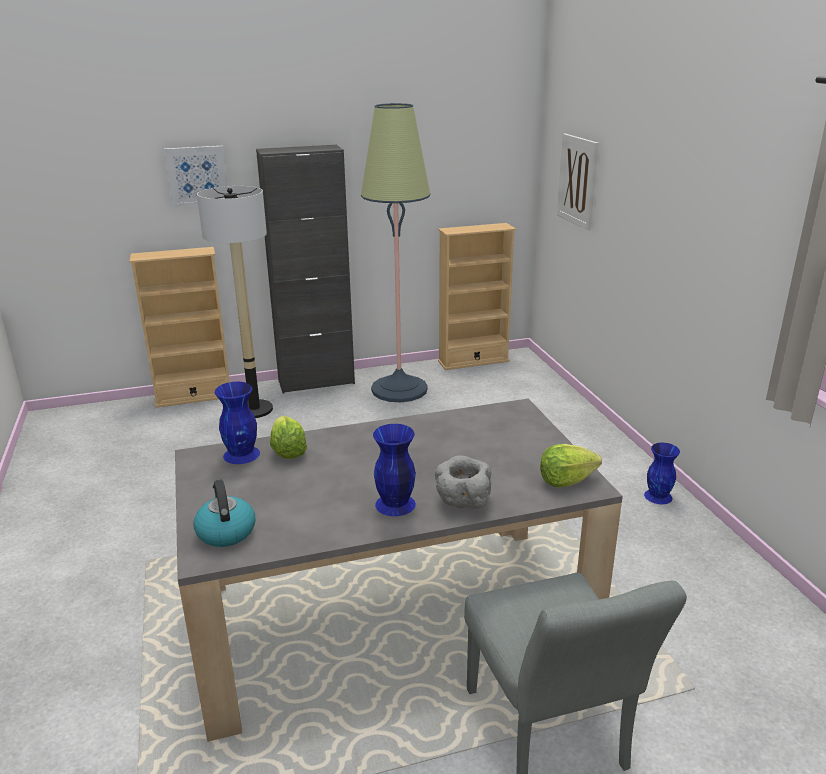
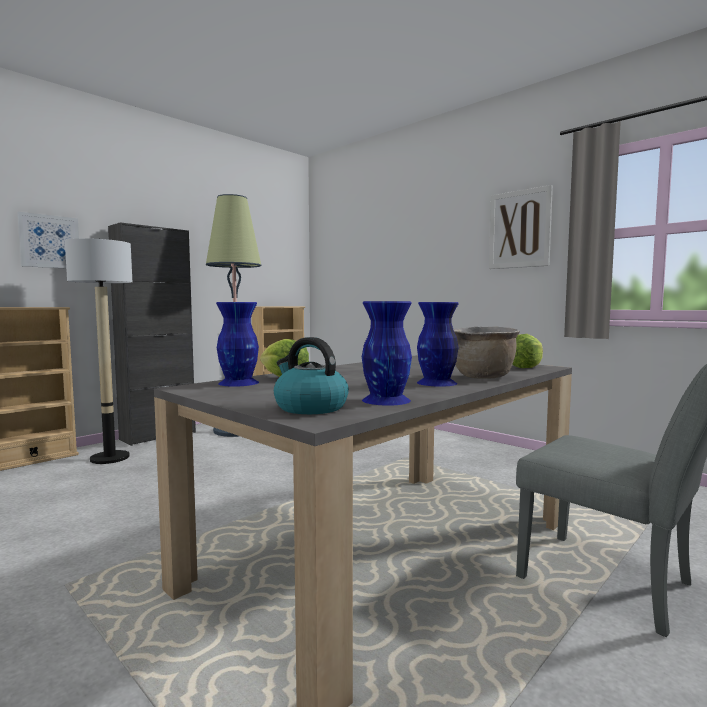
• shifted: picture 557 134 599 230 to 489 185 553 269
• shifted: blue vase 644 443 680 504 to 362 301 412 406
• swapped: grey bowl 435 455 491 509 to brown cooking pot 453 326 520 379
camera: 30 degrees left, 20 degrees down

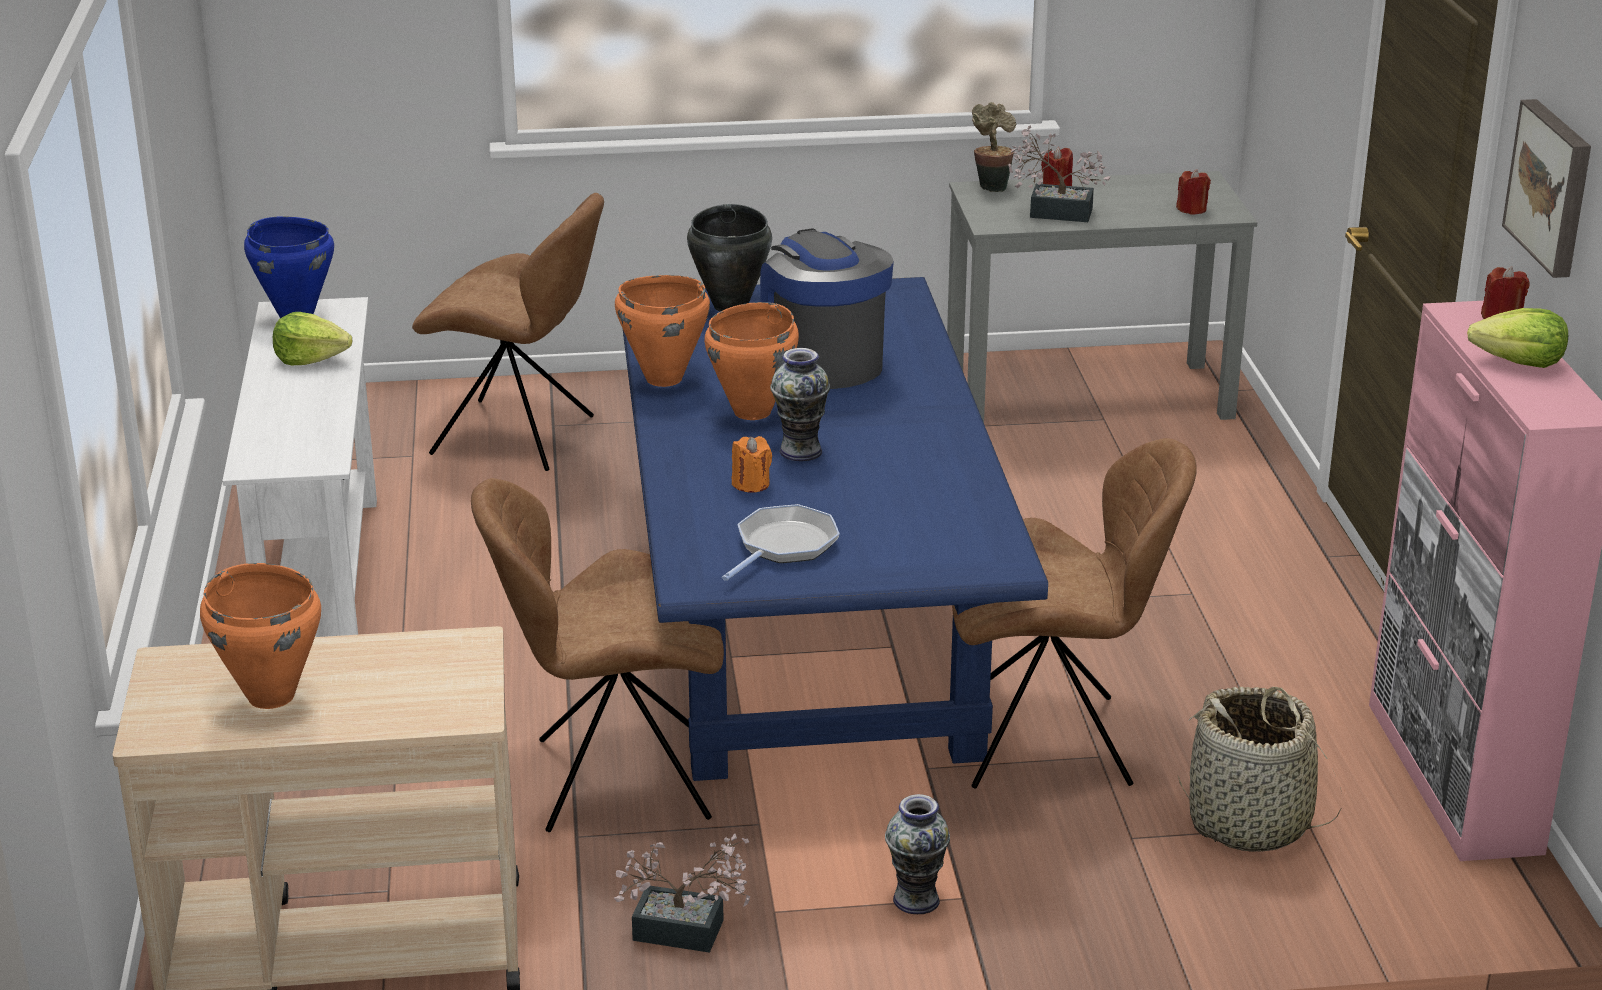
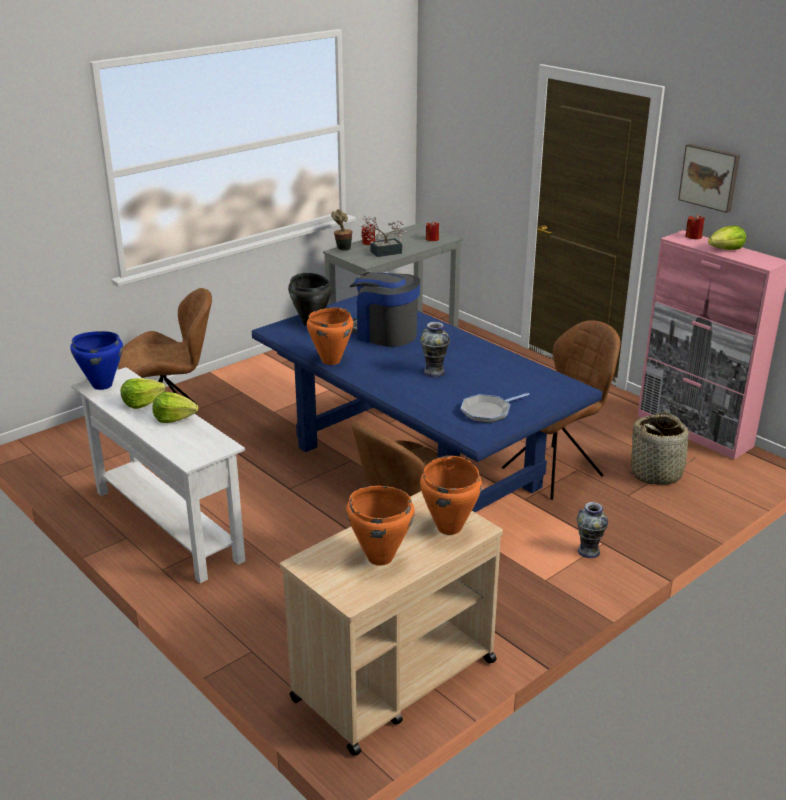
• gone: potted plant 614 834 750 953
• gone: orange candle 732 436 772 493
• new: lettuce 152 392 198 423
• shifted: orange cooking pot 704 302 799 420 to 420 456 482 535
• rotated: frying pan 722 504 840 581 = 461 393 530 423 120 degrees counterclockwise
camera: 35 degrees left, 0 degrees up

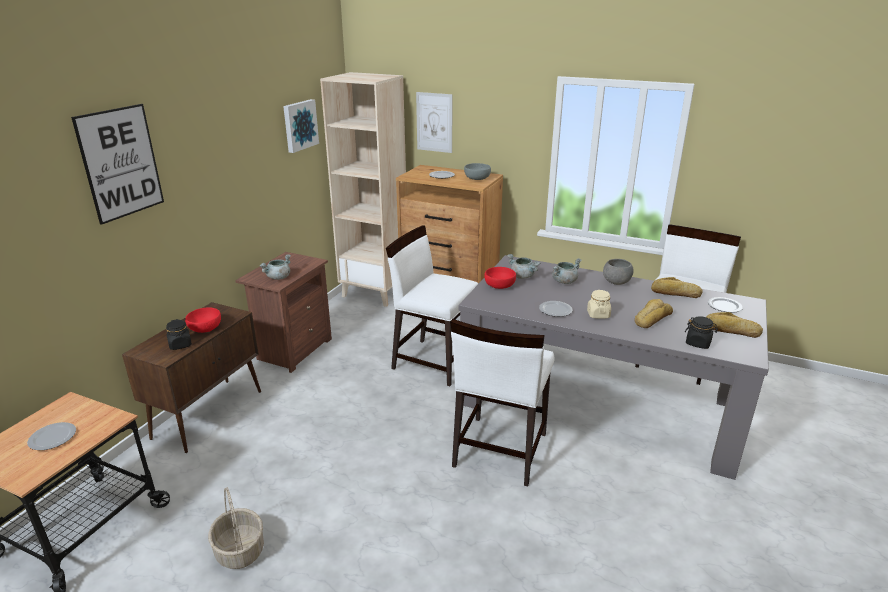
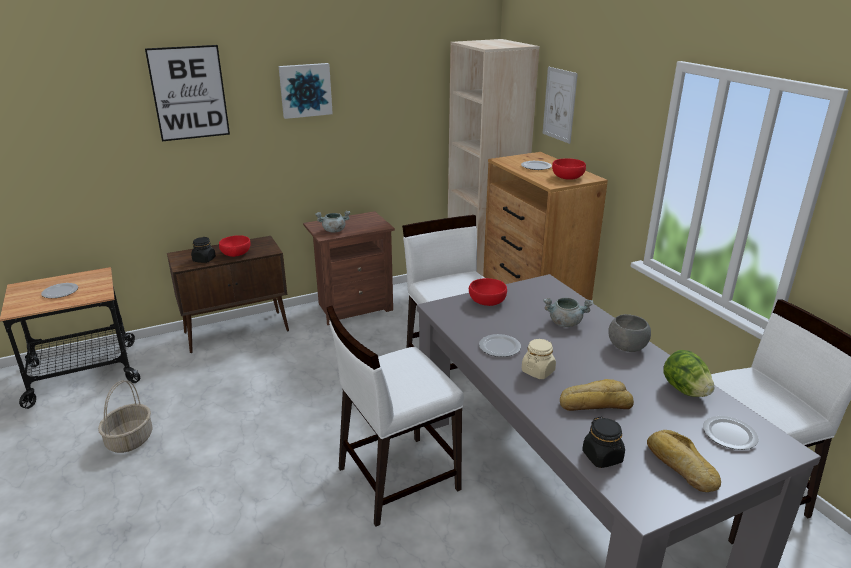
• gone: grey cooking pot 507 254 540 279
• shifted: picture 283 99 319 153 to 279 63 333 119
• swapped: bread 651 277 703 298 to lettuce 664 350 714 397
• repainted: grey bowl 464 163 491 180 to red bowl 552 158 586 180
camera: 40 degrees right, 0 degrees up

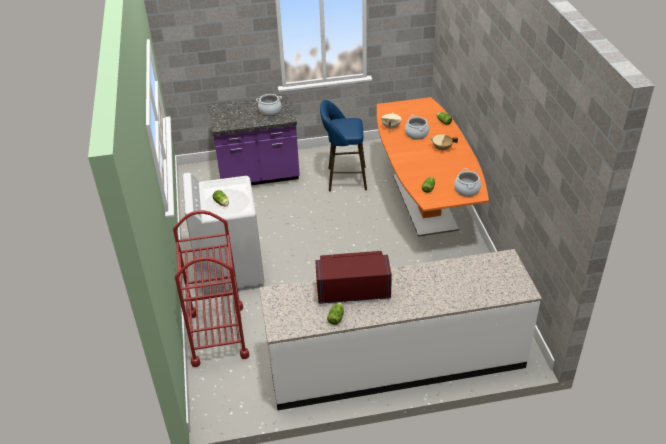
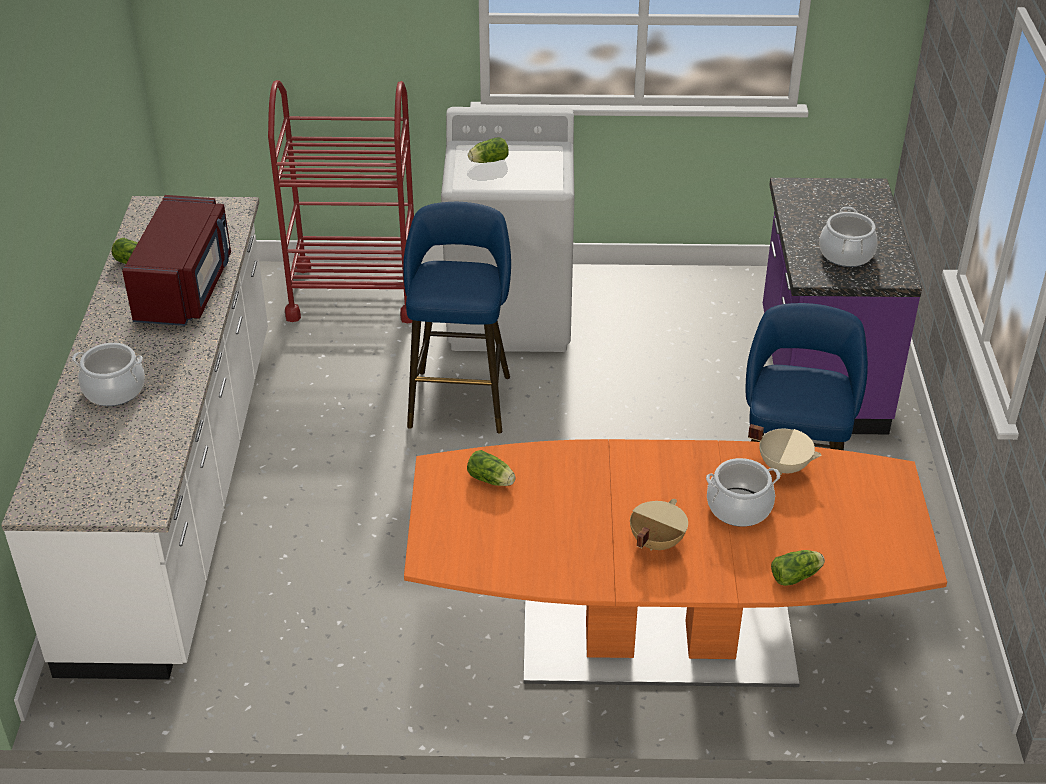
• new: blue stool 403 202 511 434
• shifted: cooking pot 454 168 481 197 to 72 343 145 406
camera: 100 degrees right, 0 degrees up

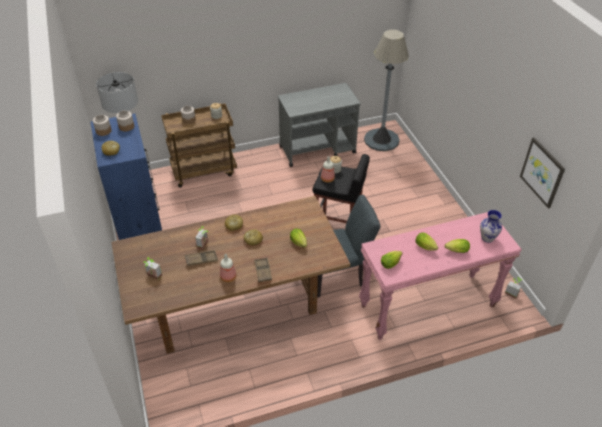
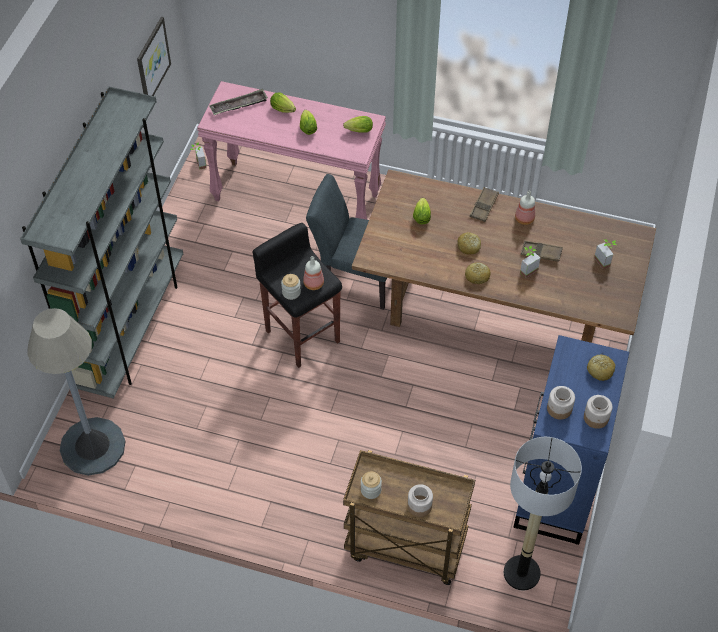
• gone: grey cart 278 83 361 167
• new: grey bookcase 20 87 183 399
• swapped: vase 480 210 502 243 to tray 209 89 268 115
camera: 145 degrees left, 10 degrees up

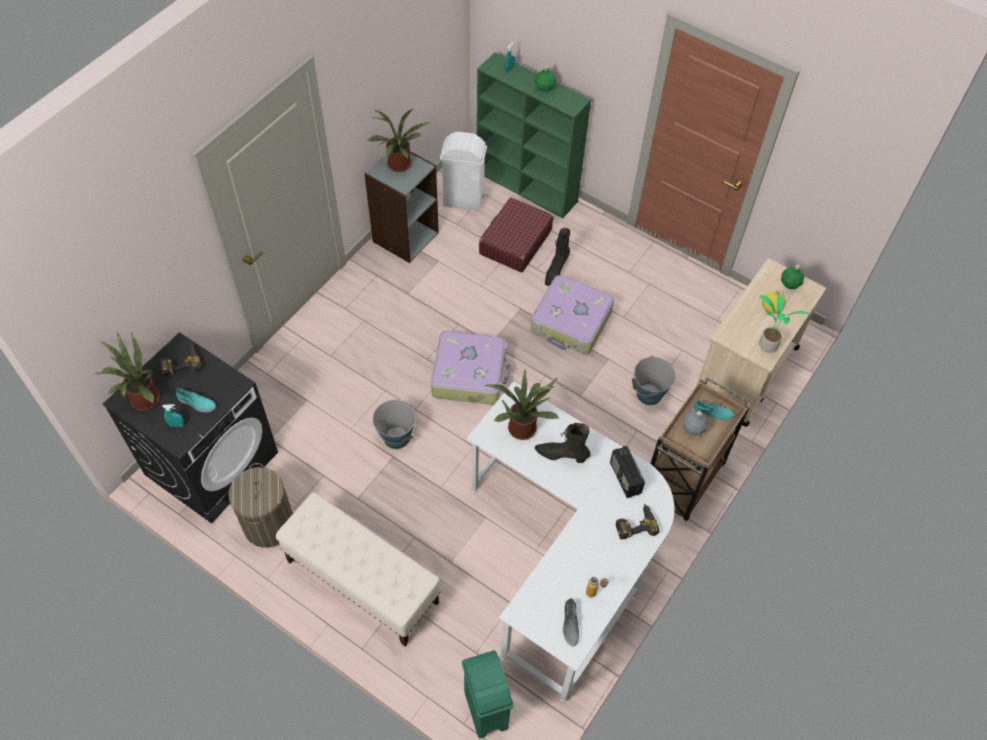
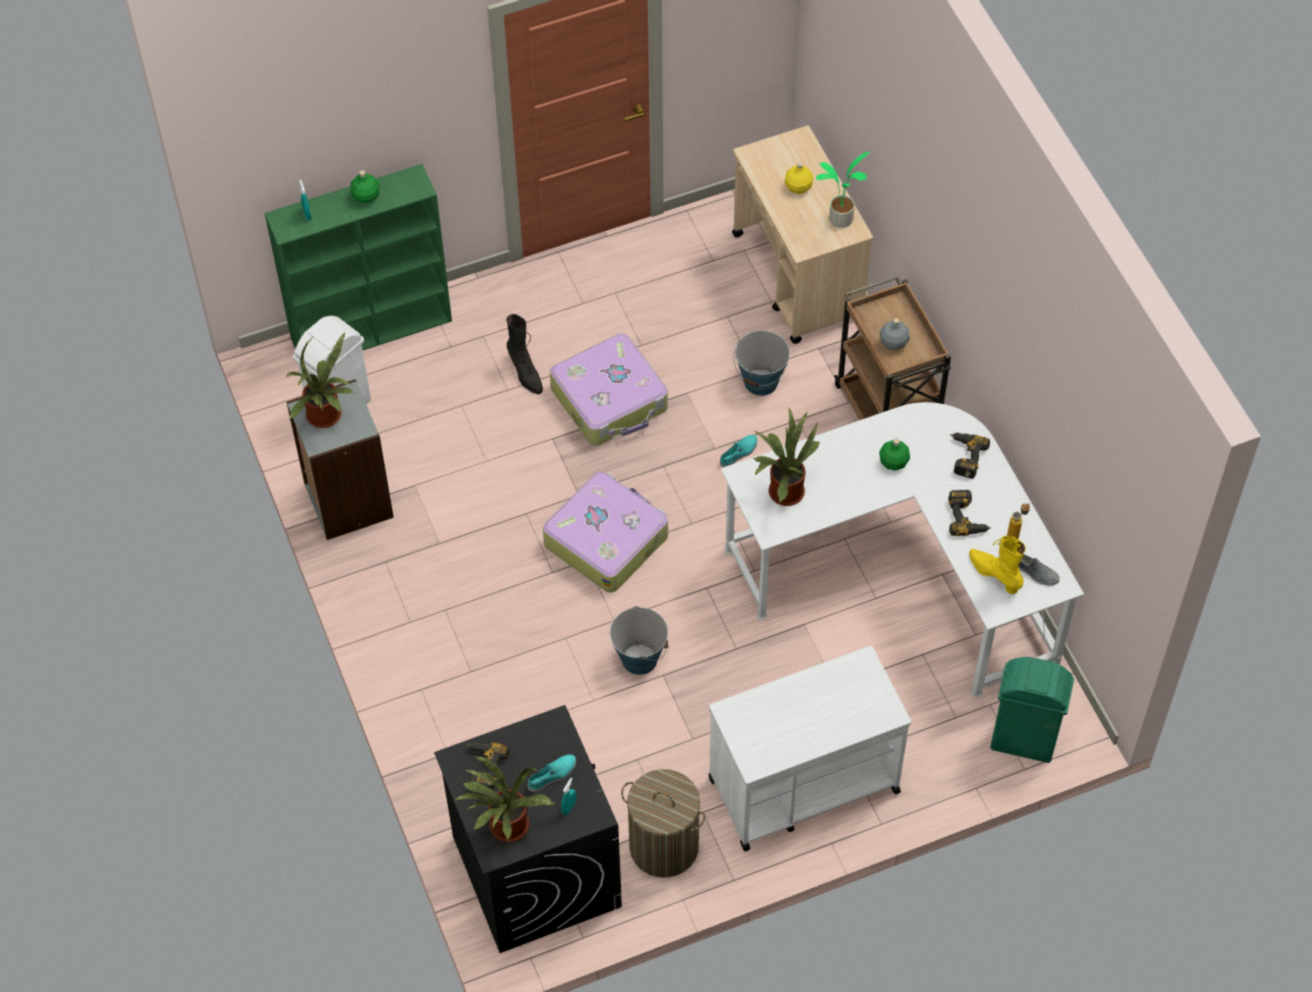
• gone: red suitcase 479 198 553 272
• gone: black boot 535 423 590 463
• gone: radio 610 446 645 498
• new: power drill 948 490 991 536
• new: yellow boot 969 536 1026 594
• shifted: turquoise shoe 693 401 734 421 to 720 435 757 468
• shifted: green bottle 781 265 805 289 to 879 438 910 471
• swapped: beige bench 276 492 440 647 to white cart 708 646 911 851
camera: 55 degrees left, 0 degrees up

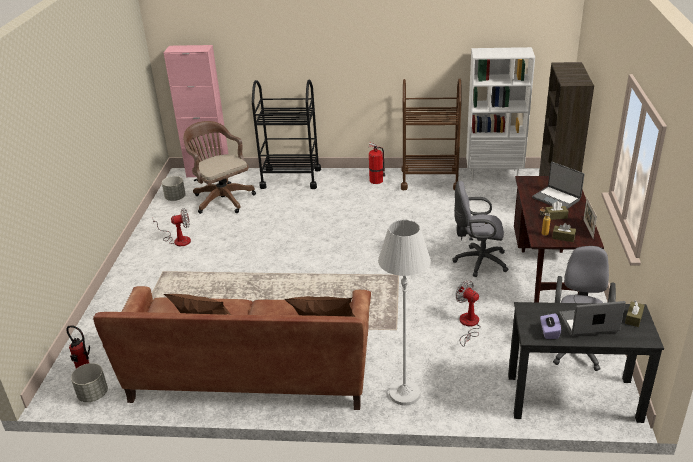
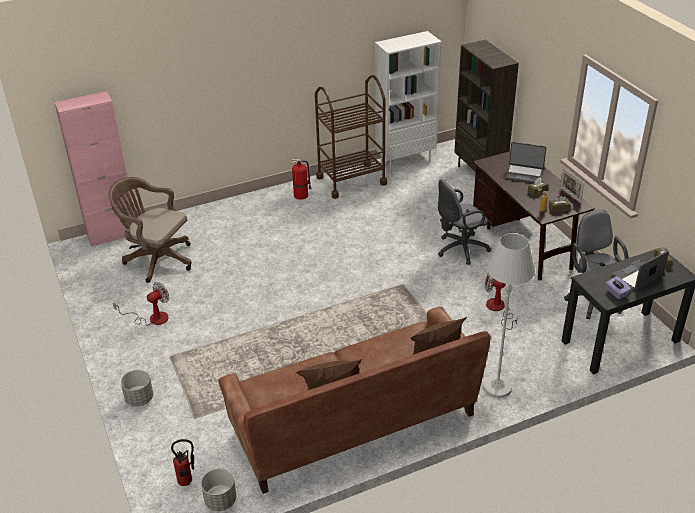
• gone: black cart 252 80 321 189
• shifted: grey planter 162 176 186 201 to 121 370 153 407
camera: 30 degrees left, 5 degrees up

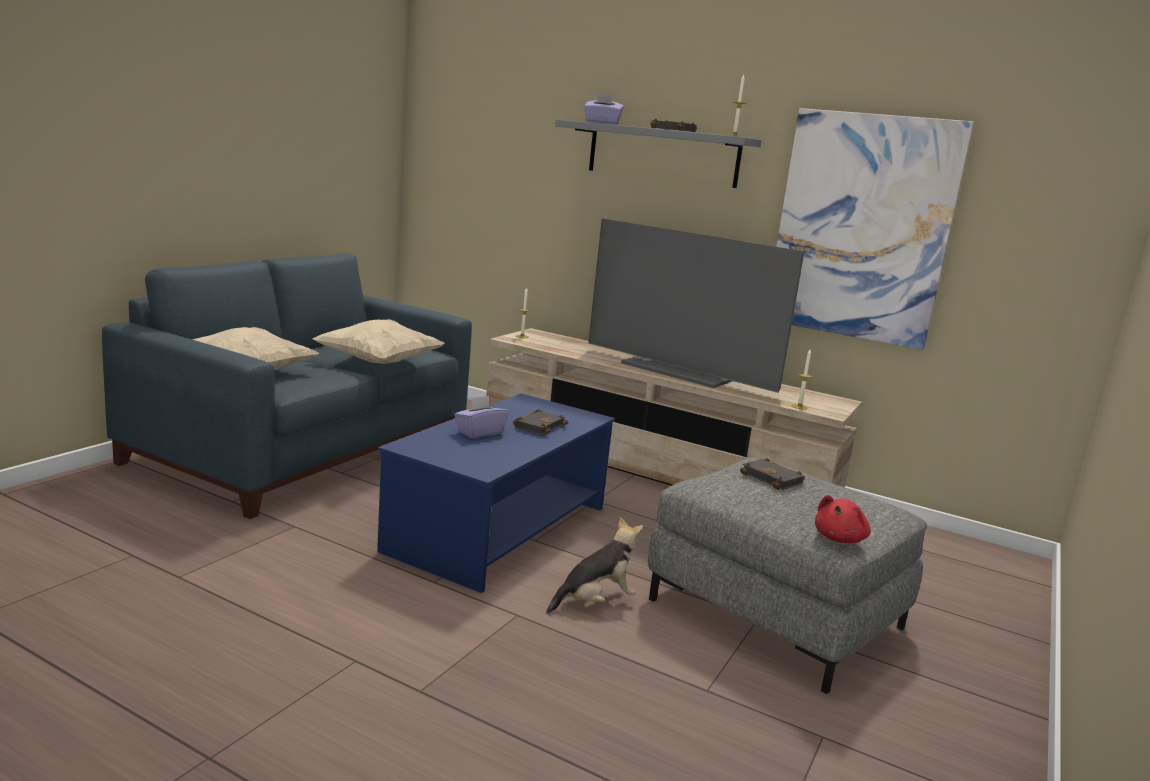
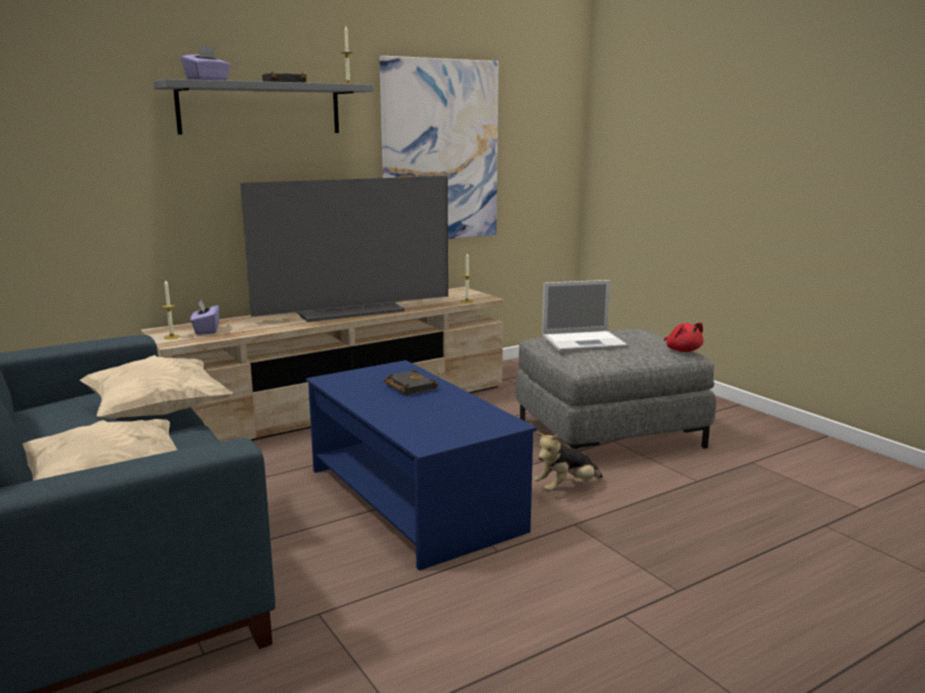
• shifted: purple tissue box 454 395 509 438 to 190 300 219 334
• swapped: black book 740 458 805 490 to laptop 542 280 628 352
• rotated: plush toy 546 517 643 614 = 534 433 603 492 120 degrees counterclockwise
camera: 60 degrees left, 0 degrees up

